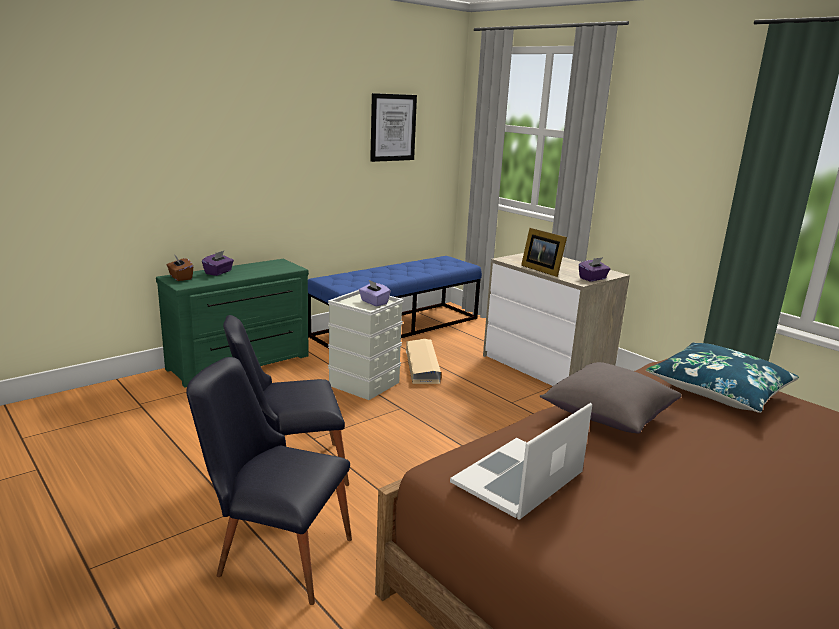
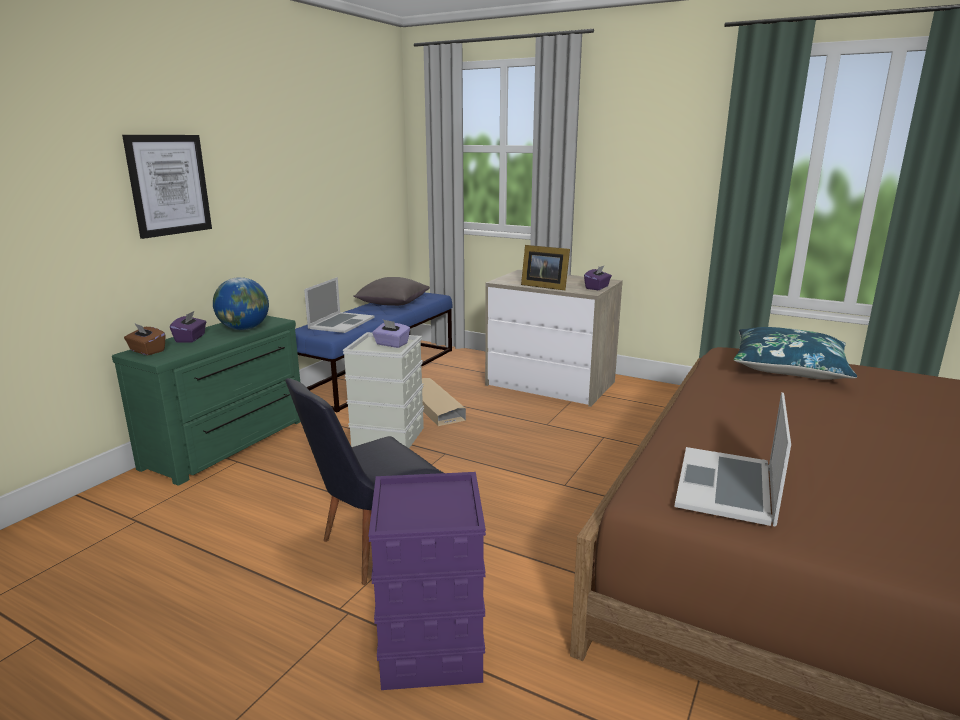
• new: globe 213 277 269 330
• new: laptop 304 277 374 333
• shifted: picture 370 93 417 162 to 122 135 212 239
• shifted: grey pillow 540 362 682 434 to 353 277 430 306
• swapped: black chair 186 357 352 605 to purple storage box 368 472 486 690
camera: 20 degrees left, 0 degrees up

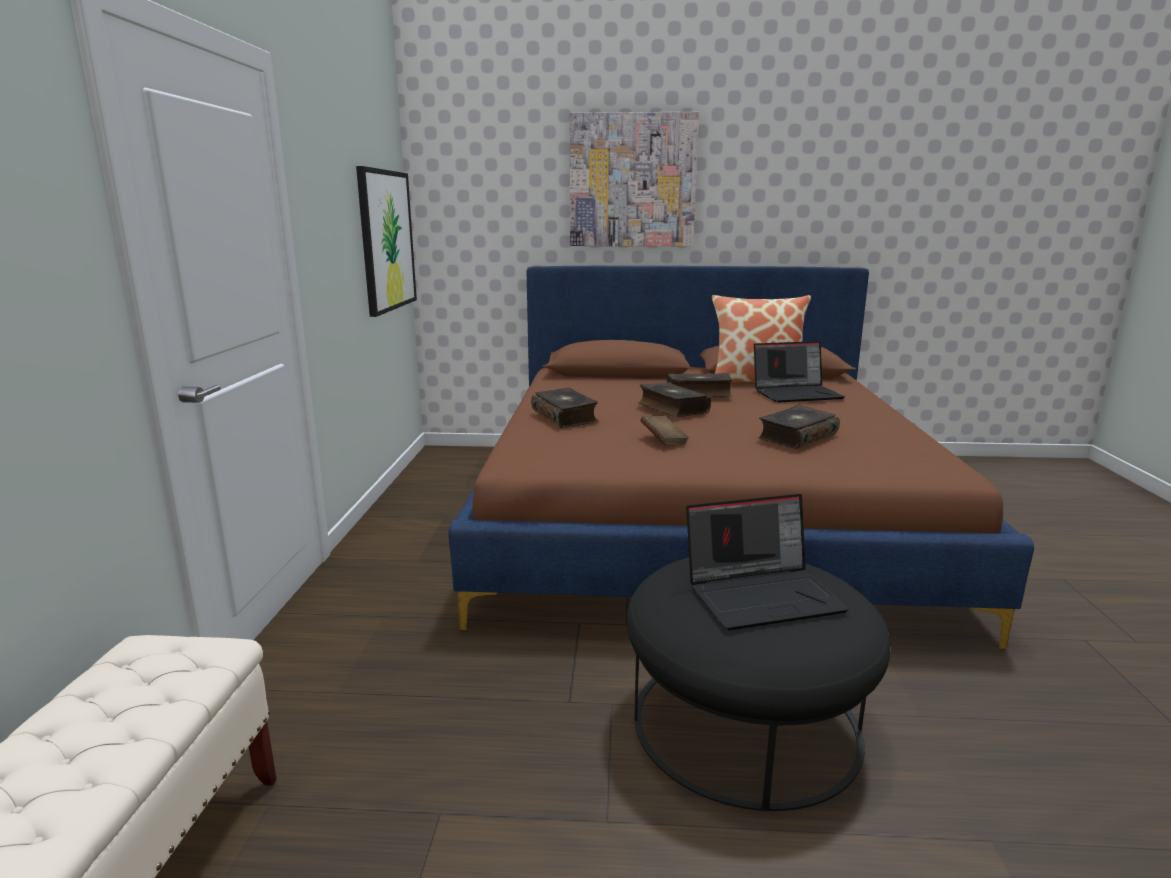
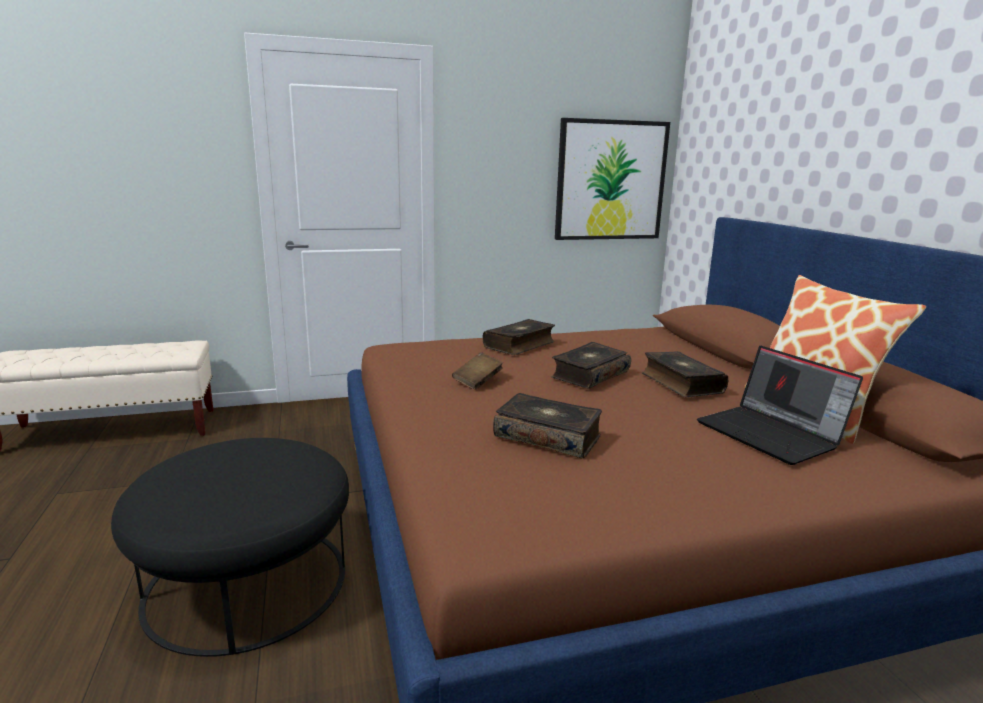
• gone: picture 569 112 699 246
• gone: laptop 686 494 849 630
camera: 70 degrees right, 0 degrees up

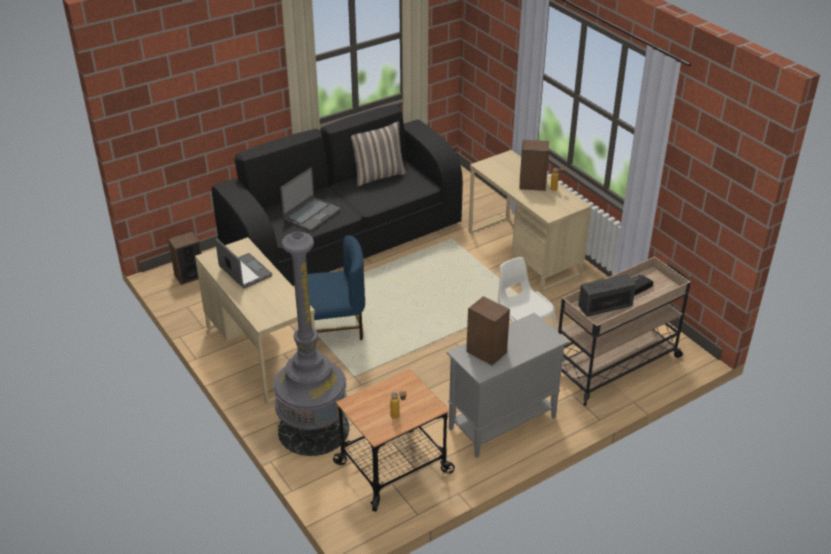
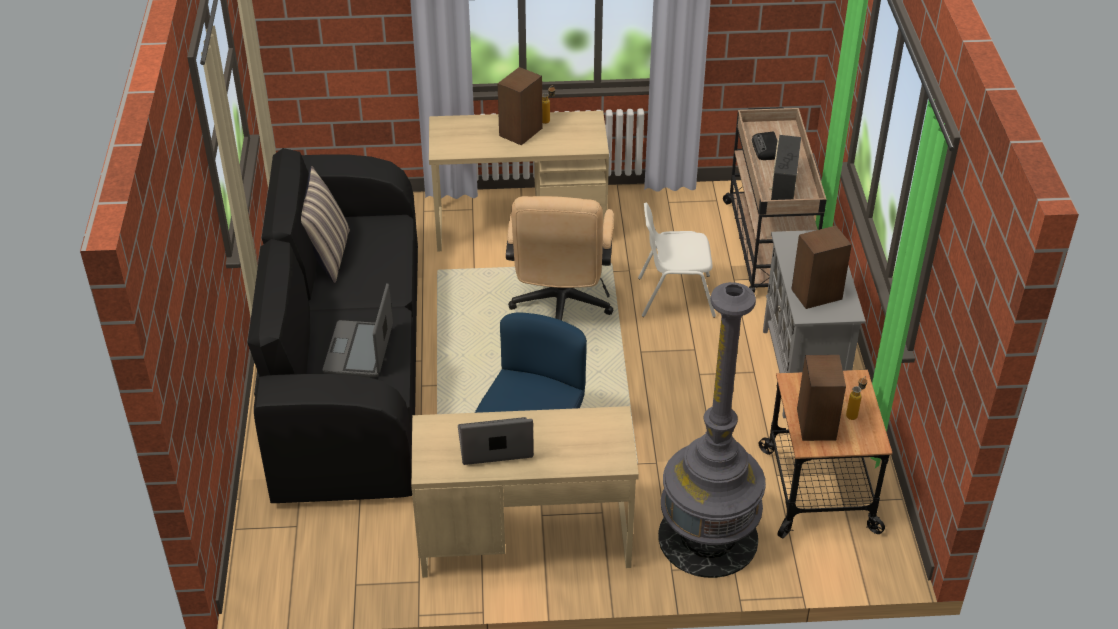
• new: beige office chair 506 196 614 320
• shifted: speaker 168 231 202 285 to 797 355 846 441
• rotated: laptop 280 168 340 231 = 323 283 393 377 150 degrees counterclockwise
camera: 60 degrees left, 5 degrees up

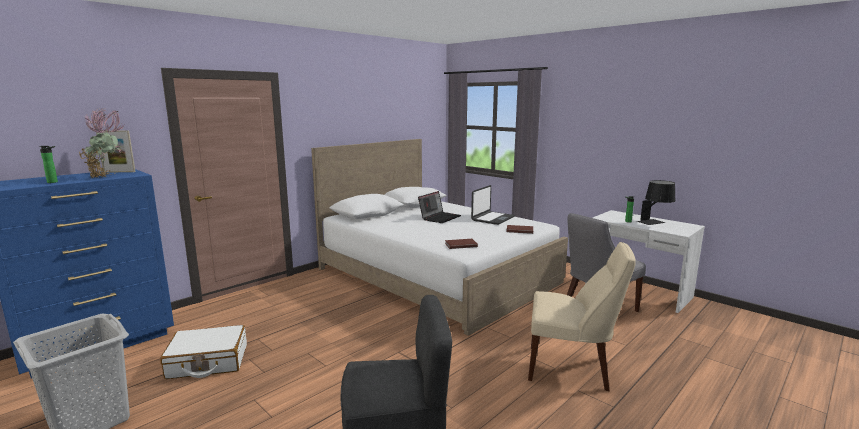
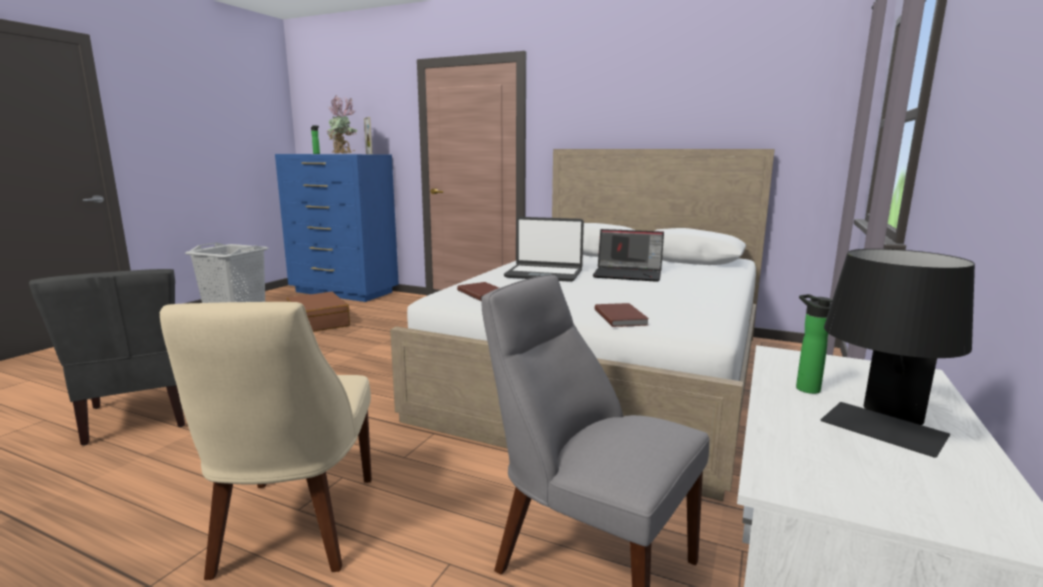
• shifted: laptop 471 185 515 225 to 504 217 584 282
• repainted: white suitcase 160 325 247 379 to brown suitcase 286 292 350 332
camera: 70 degrees right, 0 degrees up

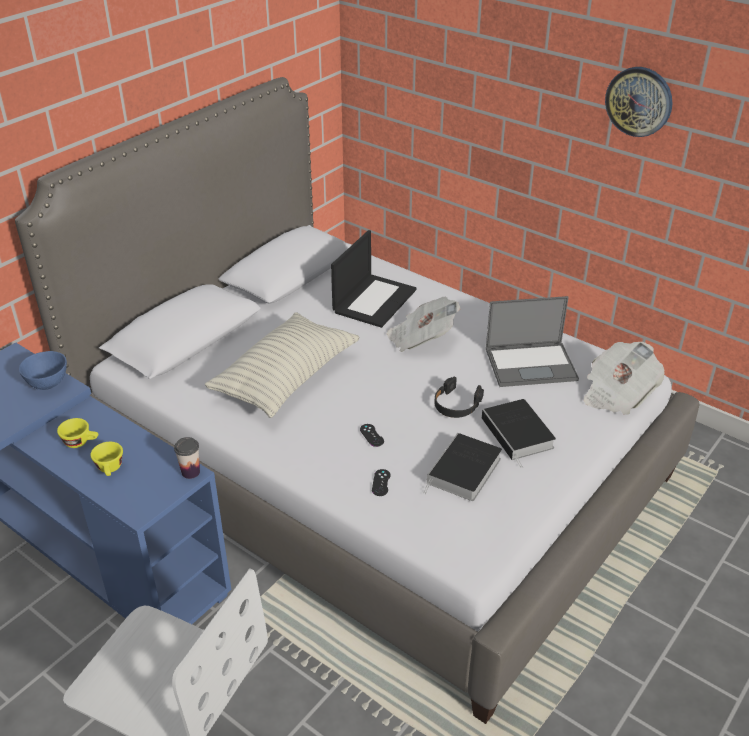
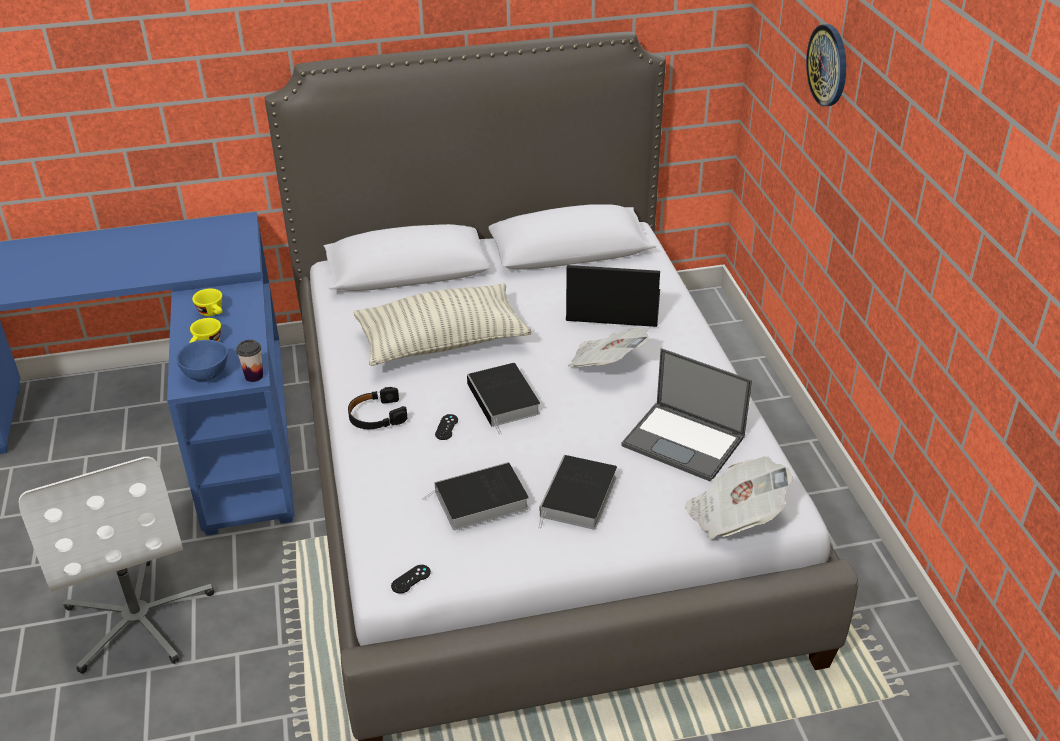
• new: book 467 363 540 434
• shifted: blue bowl 19 351 67 390 to 176 340 228 381
• shifted: black game controller 372 469 391 496 to 391 565 431 594
• shifted: black headphones 434 377 484 418 to 348 387 407 429
• shifted: wall clock 605 67 673 137 to 806 24 846 106
• rotated: laptop 331 230 417 328 = 566 265 660 327 150 degrees counterclockwise
camera: 40 degrees right, 0 degrees up

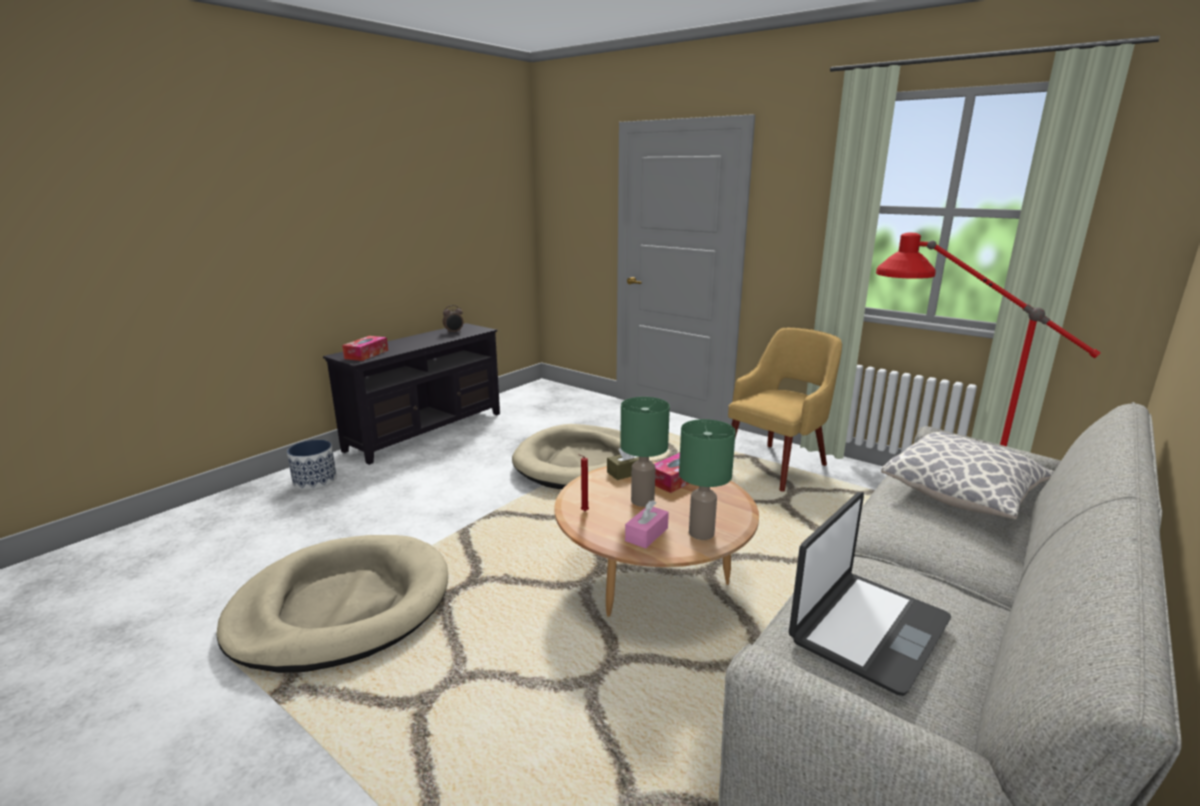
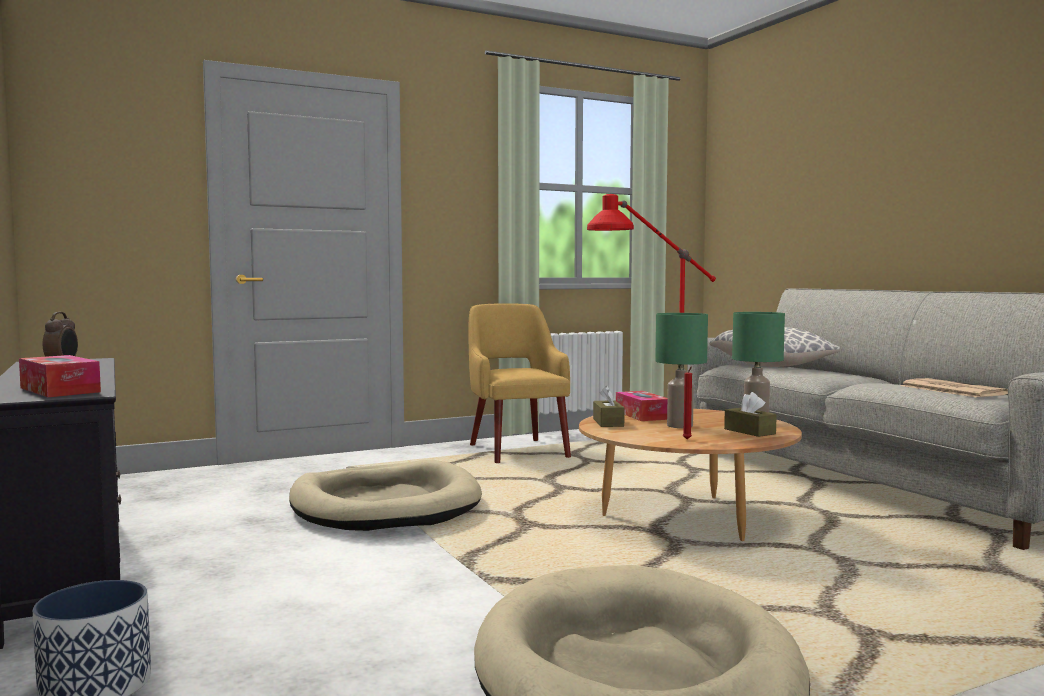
• swapped: laptop 789 492 951 696 to newspaper 900 378 1008 397
• repainted: pink tissue box 625 500 669 549 to brown tissue box 724 392 777 437
camera: 65 degrees left, 15 degrees down

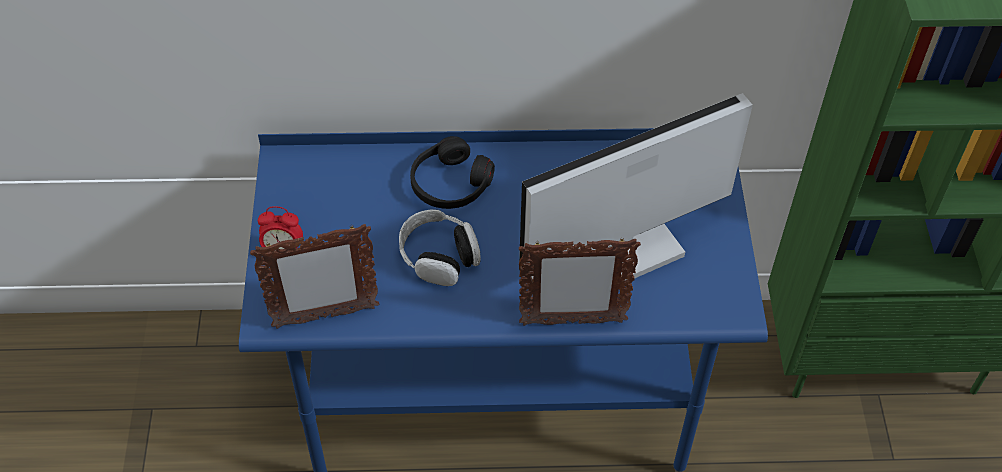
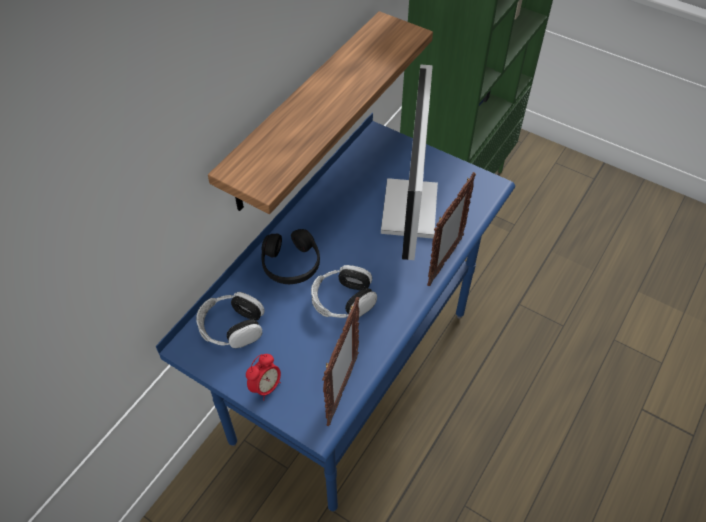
• new: headphones 196 292 264 348
• new: shelf 208 11 433 214
camera: 55 degrees left, 0 degrees up

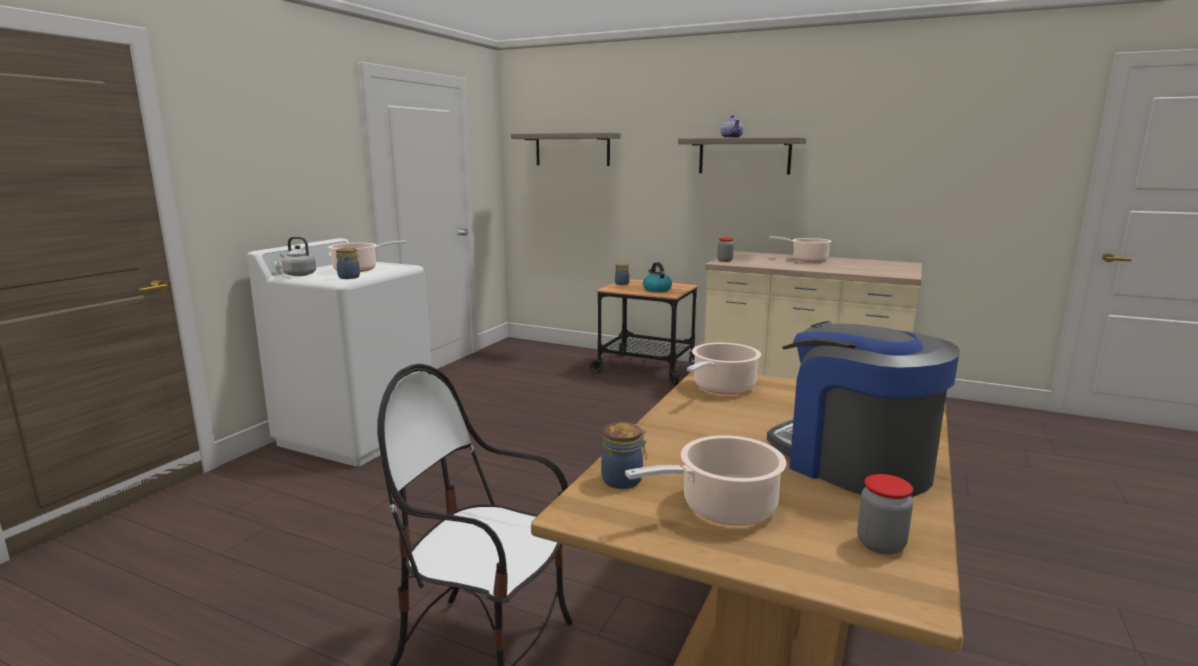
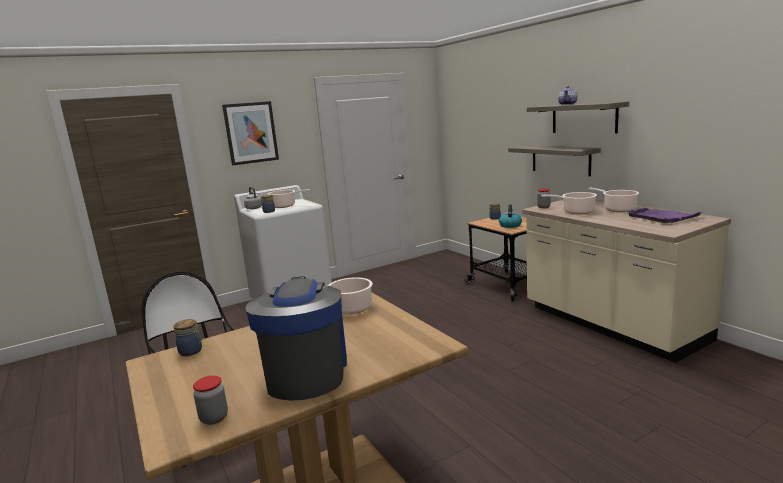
• new: picture 222 101 279 166
• new: purple tray 627 208 702 223
• shifted: shelf 511 133 621 166 to 508 145 601 176
• shifted: cooking pot 625 435 786 526 to 542 192 597 214
camera: 35 degrees right, 0 degrees up

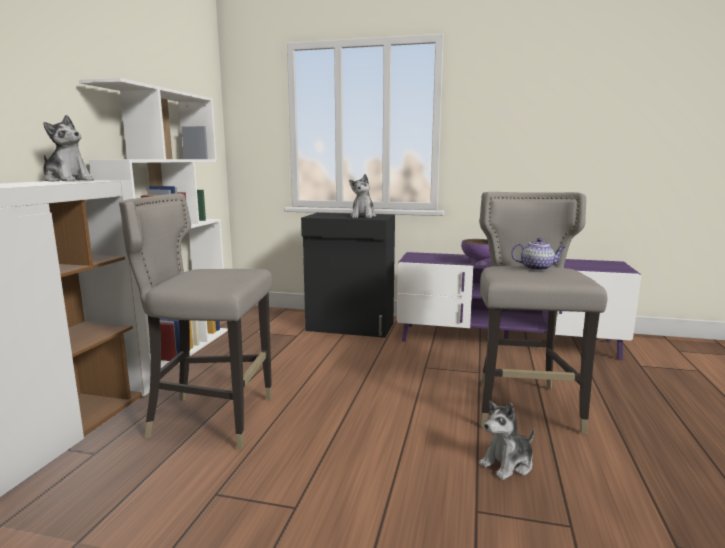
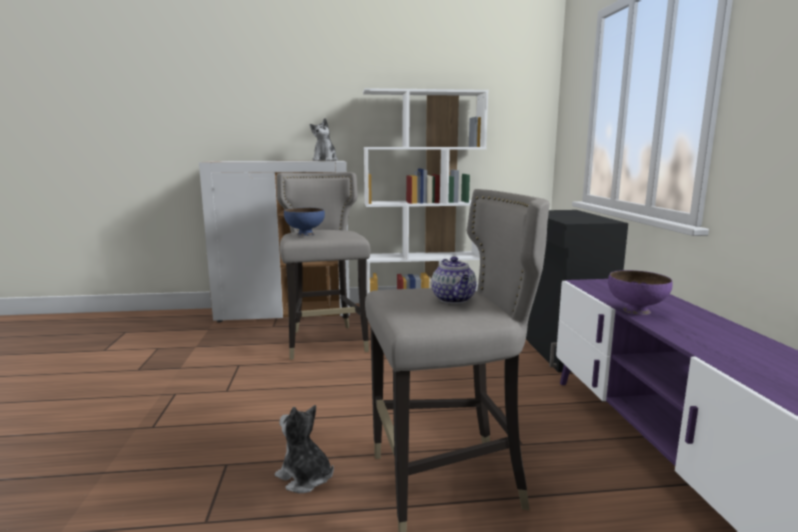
• gone: plush toy 349 174 376 218
• new: blue bowl 284 208 325 236
camera: 70 degrees right, 0 degrees up

